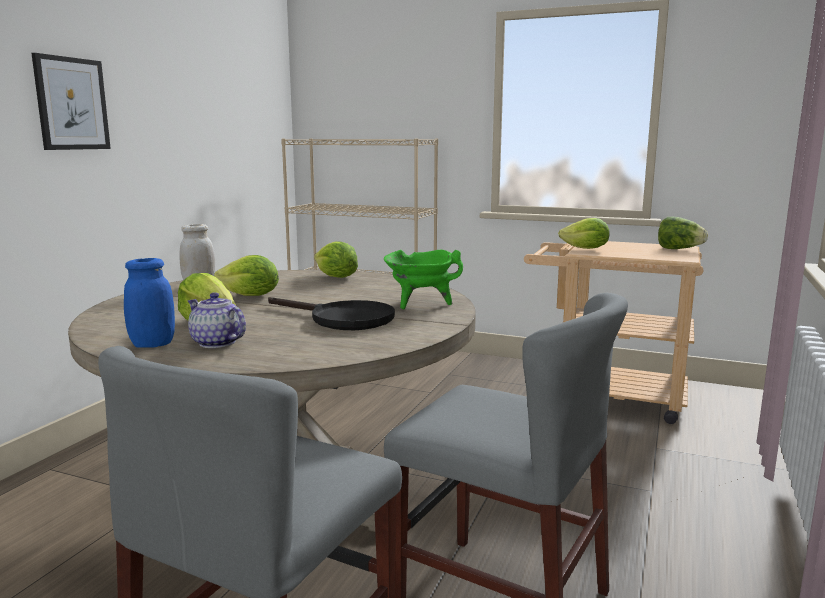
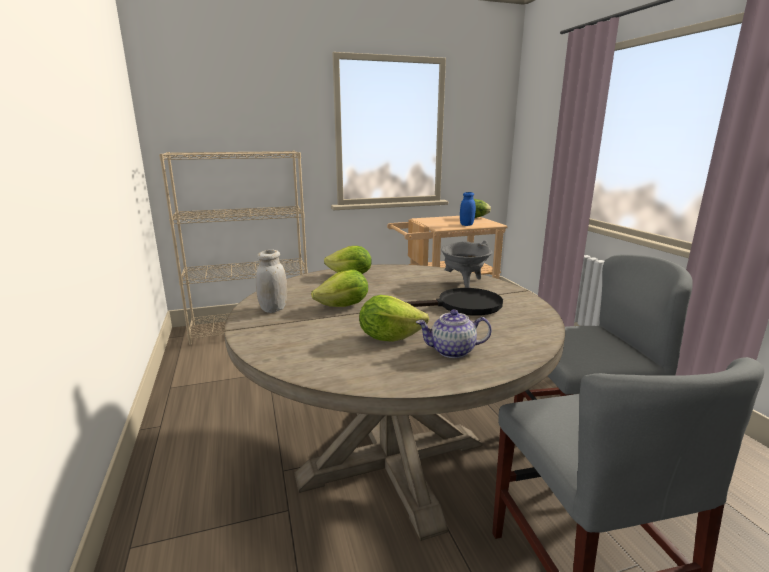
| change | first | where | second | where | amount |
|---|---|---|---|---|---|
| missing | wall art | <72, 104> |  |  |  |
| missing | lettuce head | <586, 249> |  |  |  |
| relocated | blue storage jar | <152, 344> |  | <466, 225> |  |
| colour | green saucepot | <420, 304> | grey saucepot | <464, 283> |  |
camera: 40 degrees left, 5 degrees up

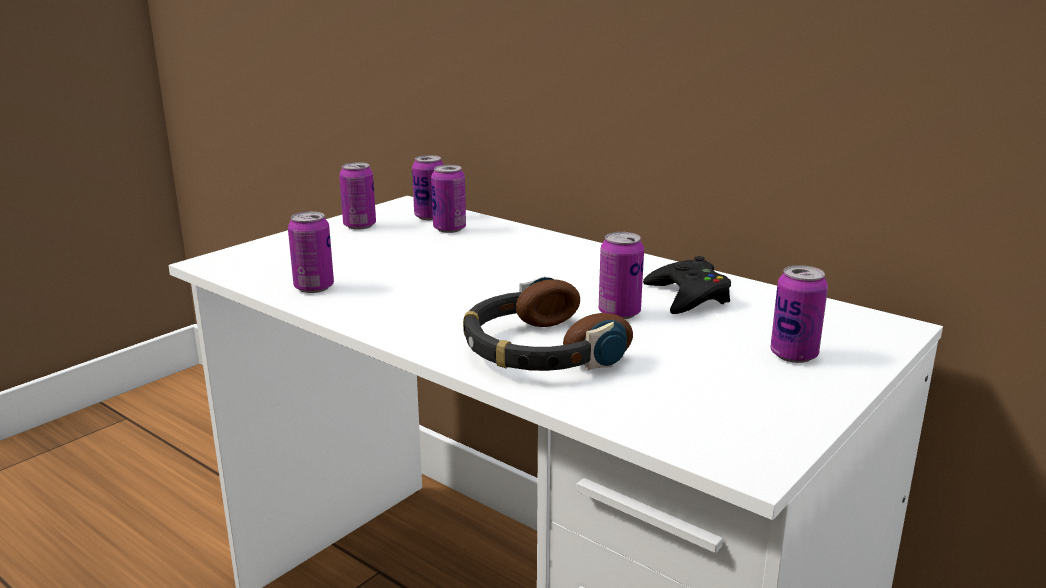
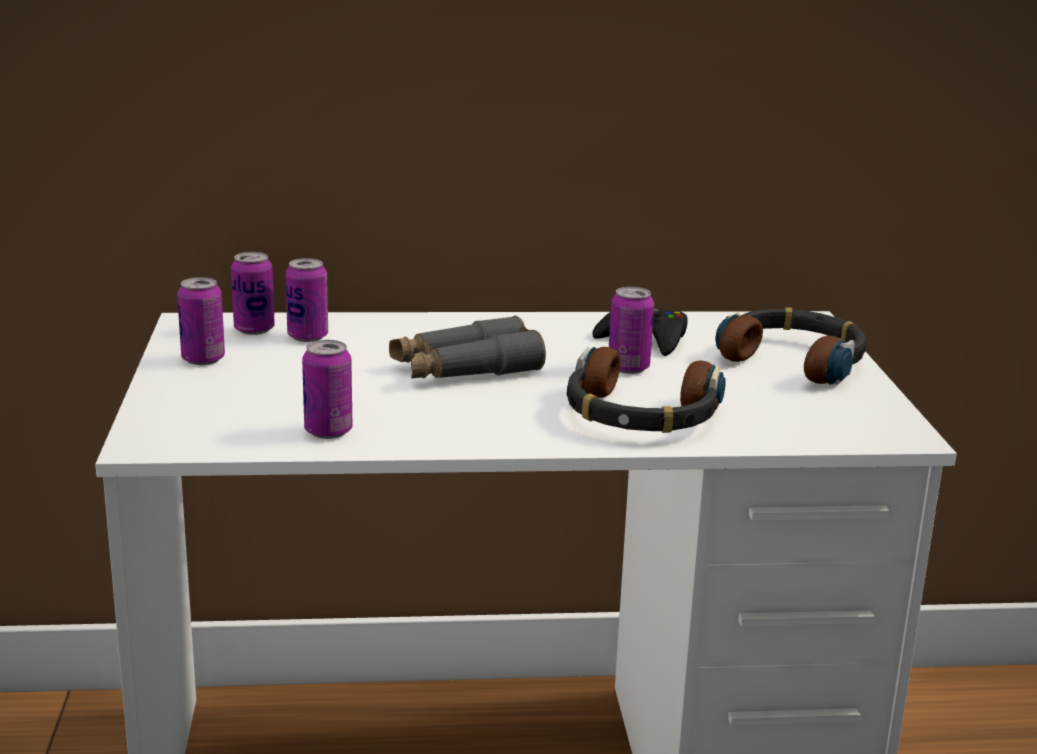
| change | first | where | second | where | amount |
|---|---|---|---|---|---|
| appeared |  |  | grey field glasses | <465, 369> |  |
| exchanged | metal can | <793, 355> | headphones | <794, 360> |  |
camera: 45 degrees left, 0 degrees up

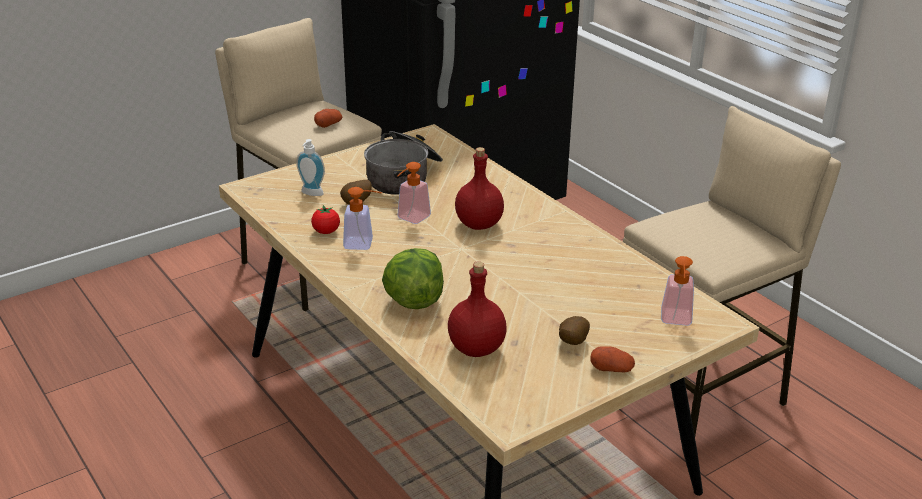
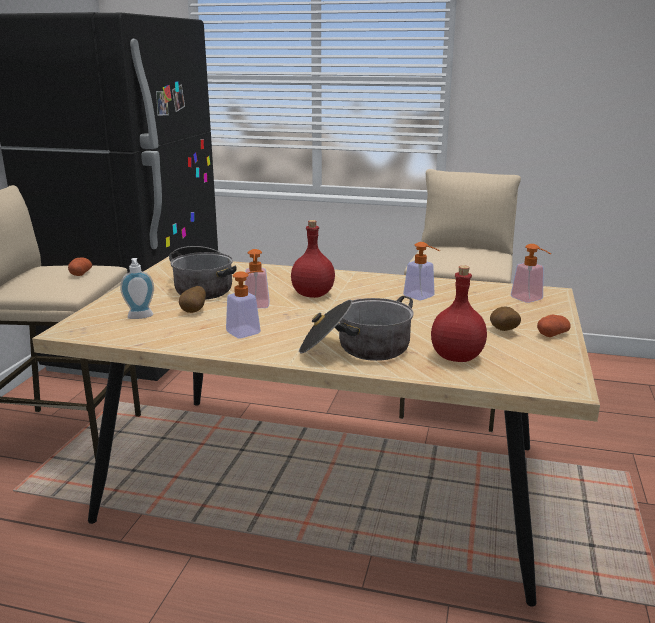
| change | first | where | second | where | amount |
|---|---|---|---|---|---|
| missing | fresh tomato | <326, 231> |  |  |  |
| appeared |  |  | liquid soap bottle | <422, 297> |  |
| exchanged | lettuce head | <414, 300> | saucepot | <356, 349> |  |
camera: 40 degrees left, 10 degrees down

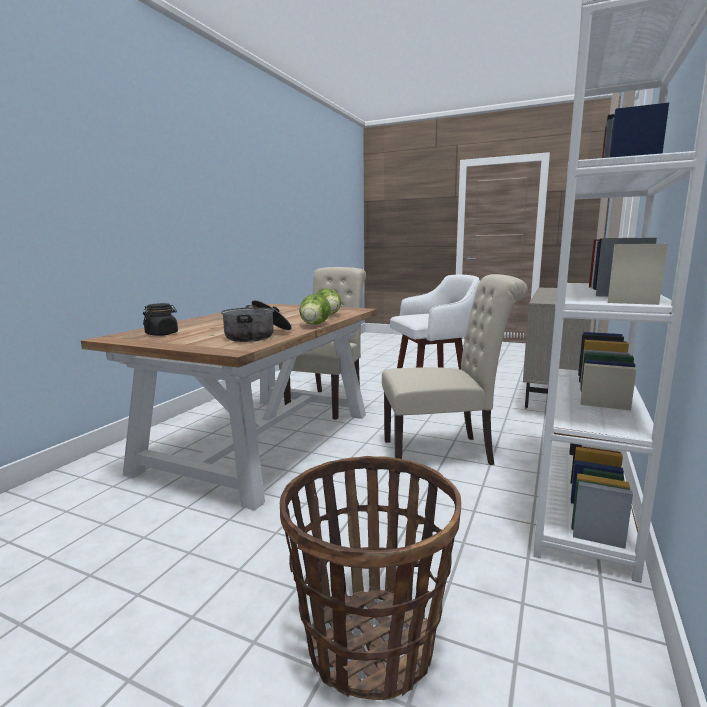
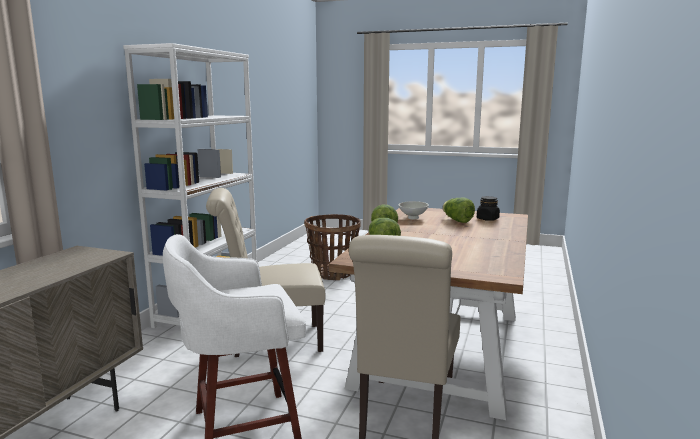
| change | first | where | second | where | amount |
|---|---|---|---|---|---|
| appeared |  |  | lettuce head | <457, 220> |  |
| exchanged | saucepot | <258, 335> | whitish bowl | <413, 218> |  |
camera: 175 degrees right, 0 degrees up

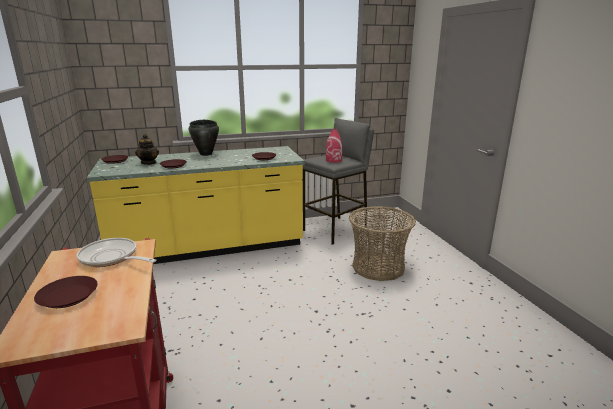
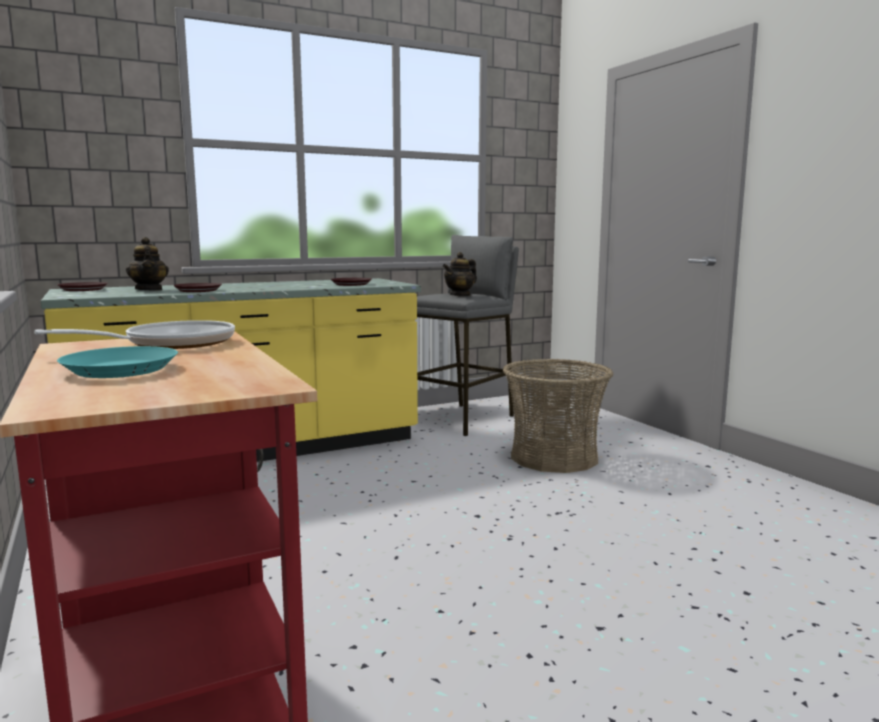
| change | first | where | second | where | amount |
|---|---|---|---|---|---|
| missing | blackish saucepot | <206, 154> |  |  |  |
| exchanged | reddish vase | <334, 160> | pot for tea | <460, 295> |  |
| colour | brown-coloured flat dish | <68, 296> | blue-green flat dish | <120, 370> |  |
| spun | skillet | <112, 258> |  | <171, 344> | 120 degrees clockwise |
camera: 10 degrees left, 10 degrees down

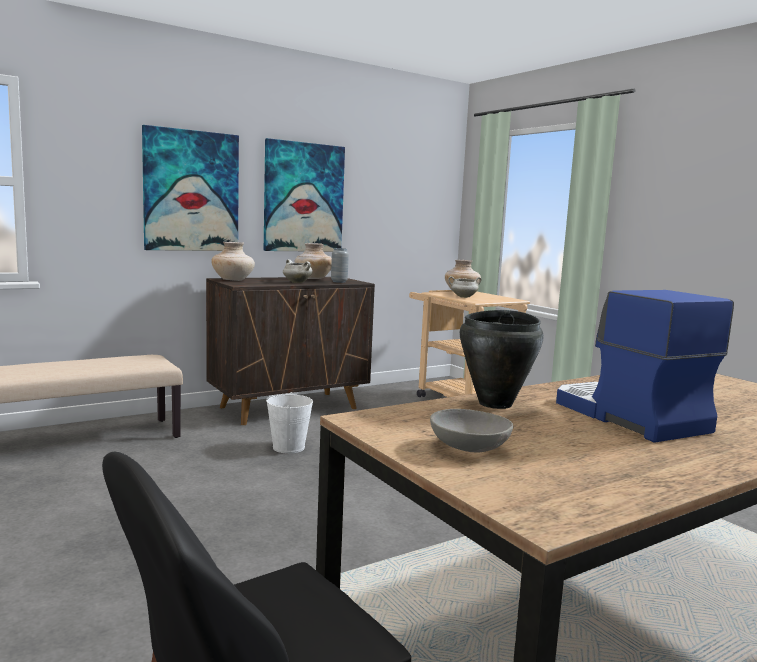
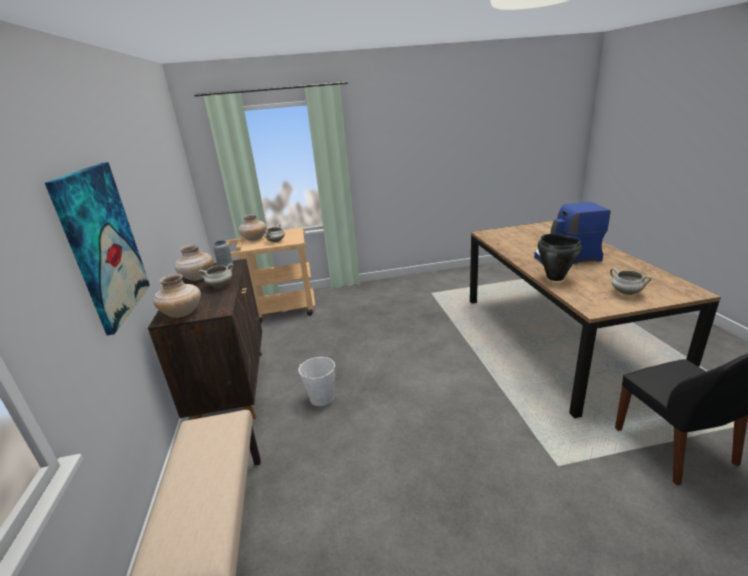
| change | first | where | second | where | amount |
|---|---|---|---|---|---|
| missing | wall art | <303, 197> |  |  |  |
| exchanged | grey bowl | <468, 448> | whitish saucepot | <625, 292> |  |
camera: 65 degrees left, 15 degrees up

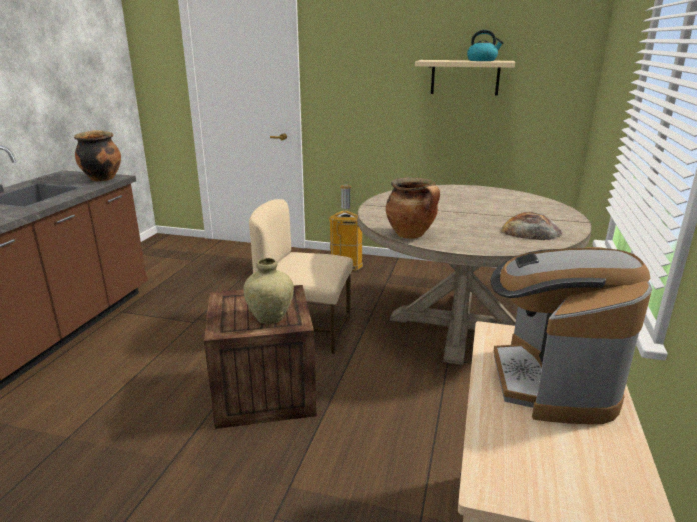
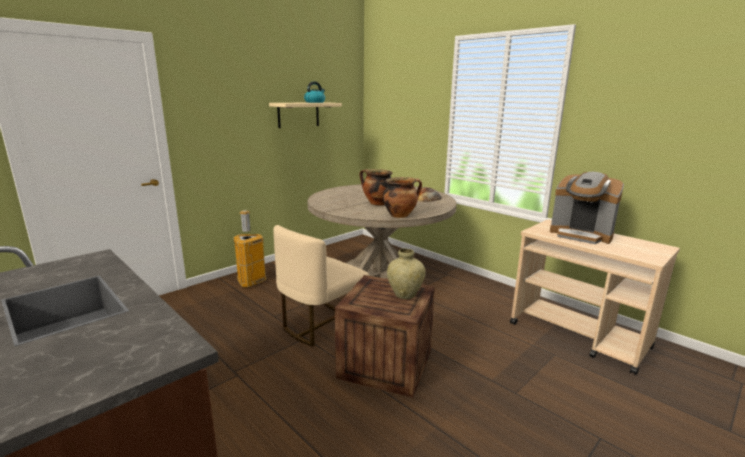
| change | first | where | second | where | amount |
|---|---|---|---|---|---|
| relocated | saucepot | <102, 178> |  | <377, 203> |  |
camera: 60 degrees left, 5 degrees down

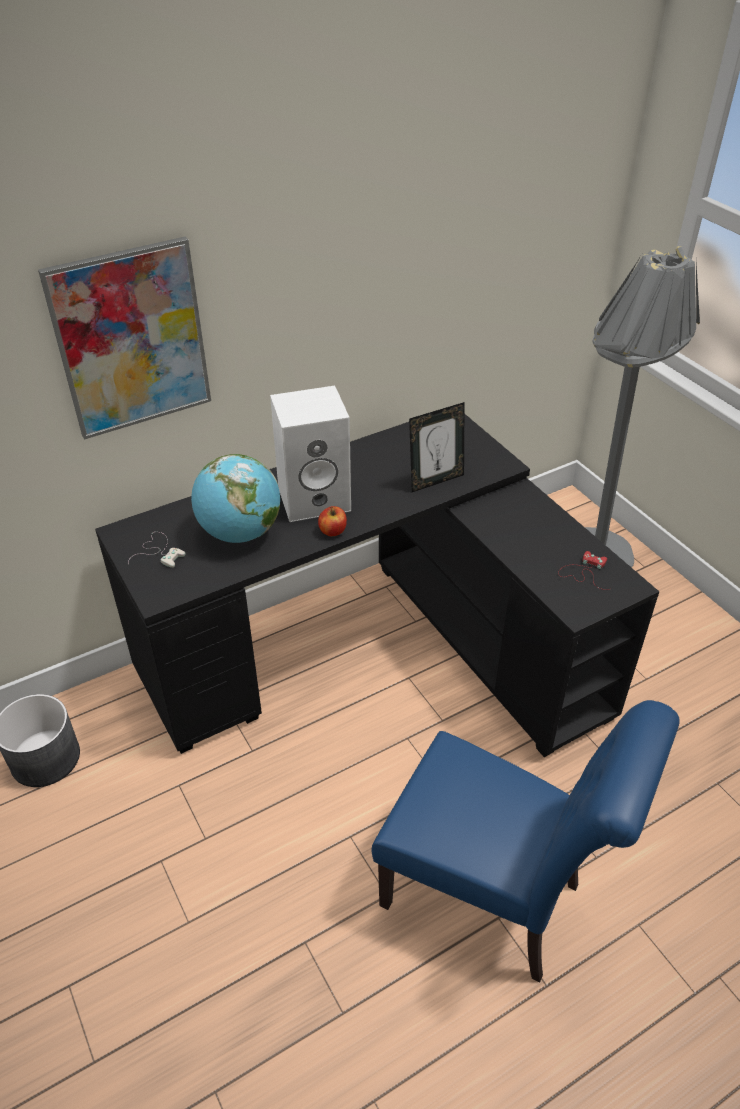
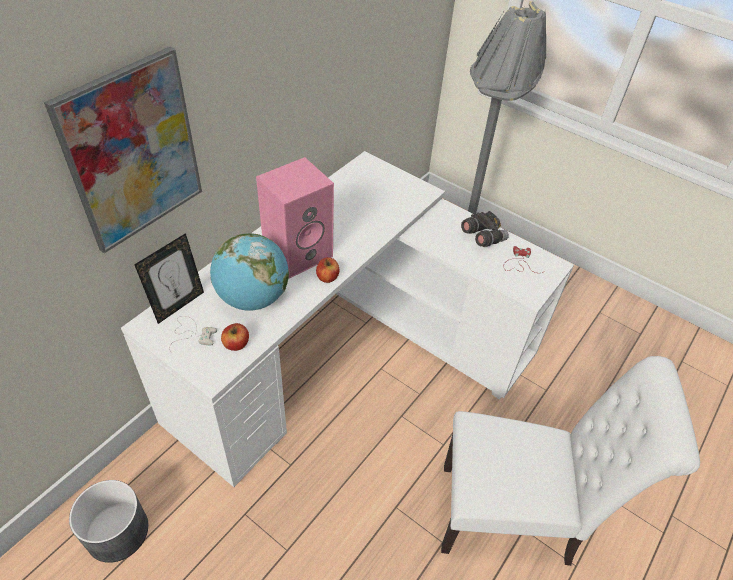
| change | first | where | second | where | amount |
|---|---|---|---|---|---|
| appeared |  |  | apple fruit | <236, 344> |  |
| appeared |  |  | grey field glasses | <482, 238> |  |
| relocated | picture frame | <435, 480> |  | <178, 305> |  |
| colour | blackish desk unit | <379, 648> | whitish desk unit | <349, 351> |  |
| colour | whitish speaker | <315, 498> | pink-coloured speaker | <298, 252> |  |
| colour | blue plain chair | <493, 899> | whitish plain chair | <514, 516> |  |
camera: 25 degrees left, 5 degrees up

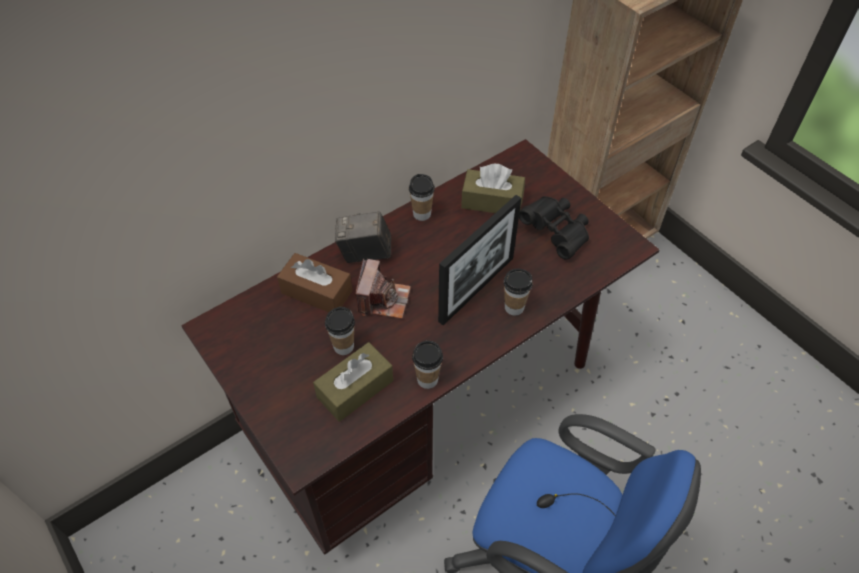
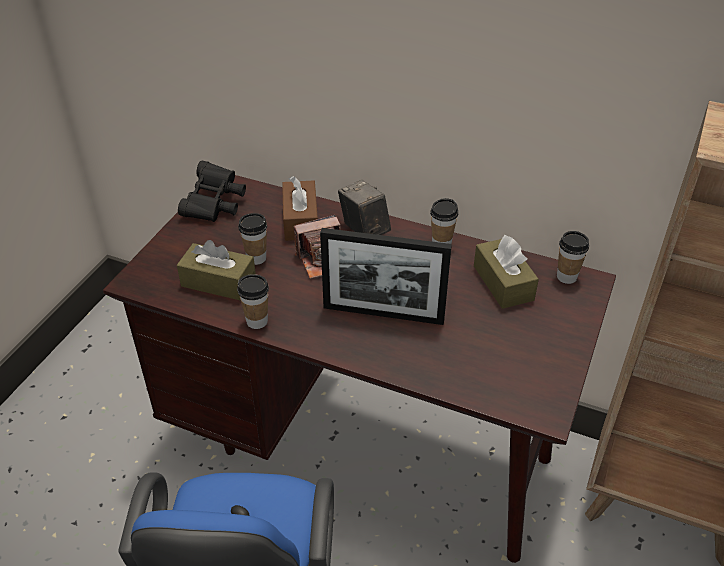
| change | first | where | second | where | amount |
|---|---|---|---|---|---|
| relocated | drinking cup | <514, 307> |  | <566, 277> |  |
| relocated | blackish field glasses | <556, 233> |  | <214, 204> |  |
camera: 60 degrees right, 10 degrees down

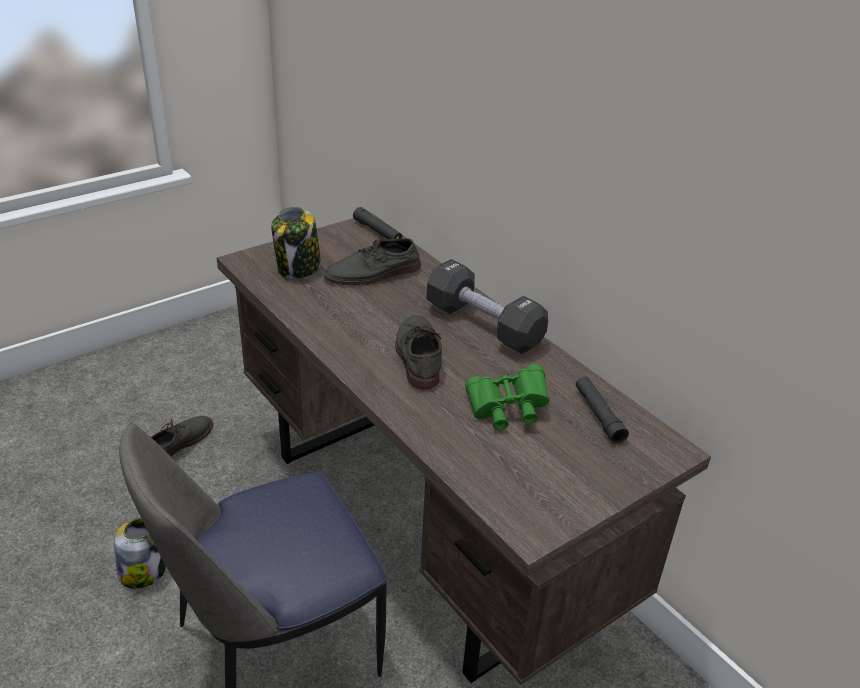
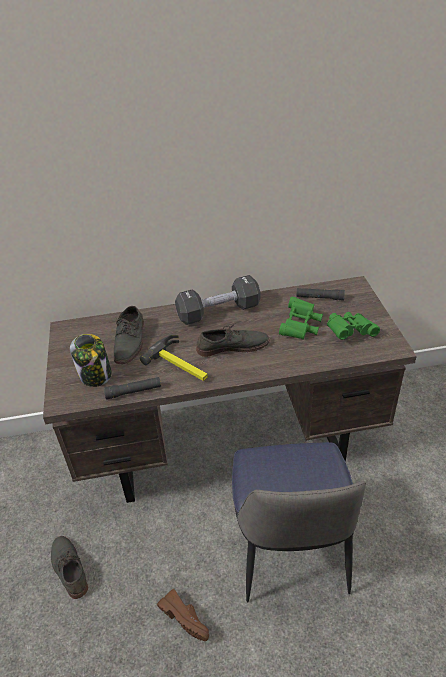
| change | first | where | second | where | amount |
|---|---|---|---|---|---|
| appeared |  |  | hand hammer | <181, 364> |  |
| appeared |  |  | green field glasses | <349, 332> |  |
| relocated | blackish hand torch | <377, 232> |  | <133, 391> |  |
| exchanged | storage jar | <143, 571> | brown-coloured low shoe | <187, 618> |  |
| spun | grey low shoe | <417, 355> |  | <232, 346> | 150 degrees clockwise |
camera: 60 degrees left, 5 degrees up

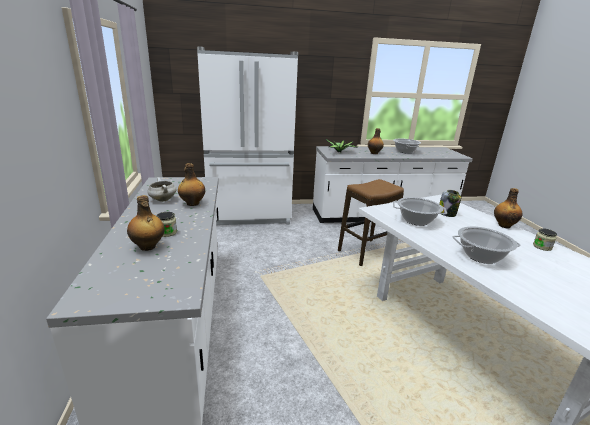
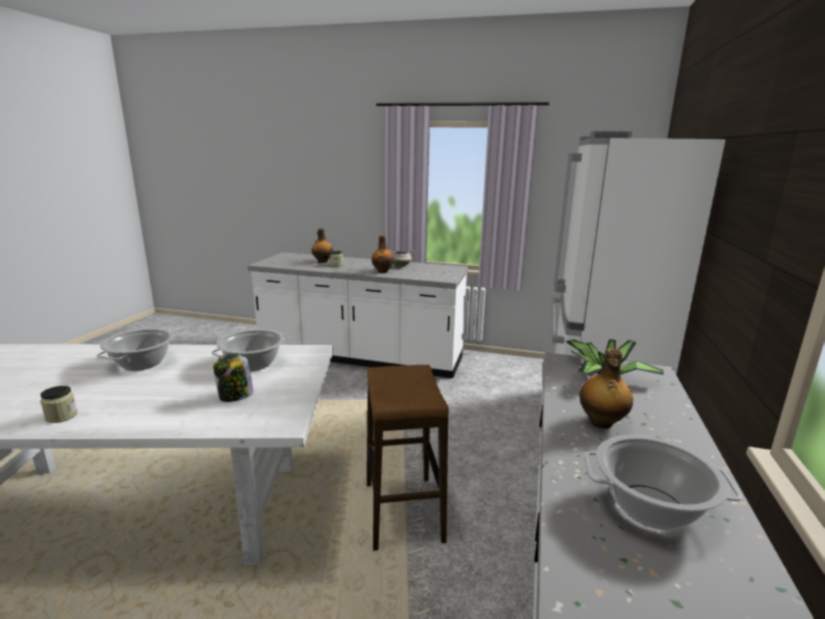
| change | first | where | second | where | amount |
|---|---|---|---|---|---|
| missing | beverage bottle | <504, 225> |  |  |  |
camera: 115 degrees right, 5 degrees down

